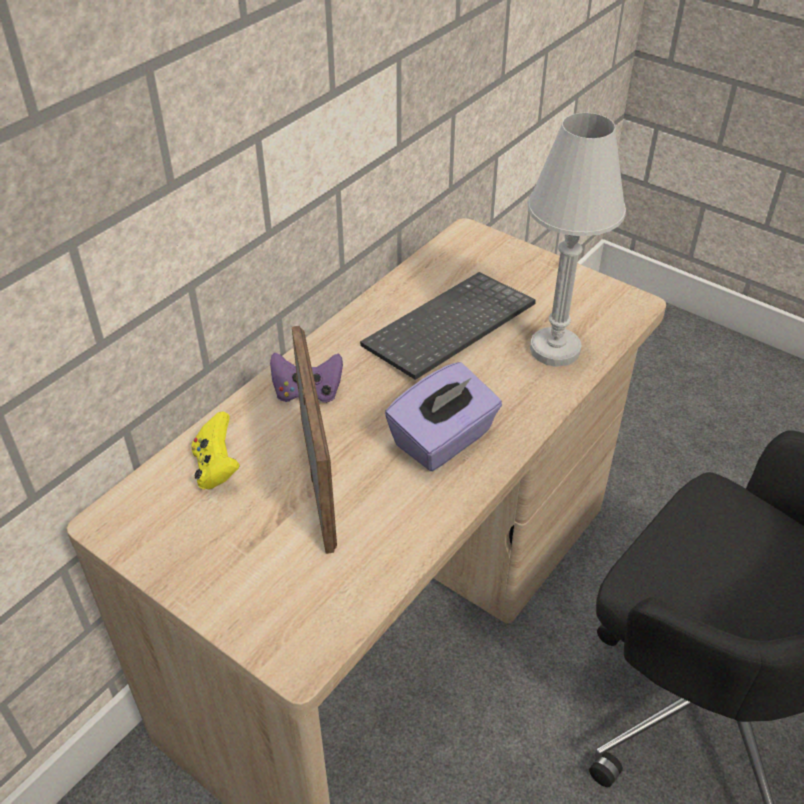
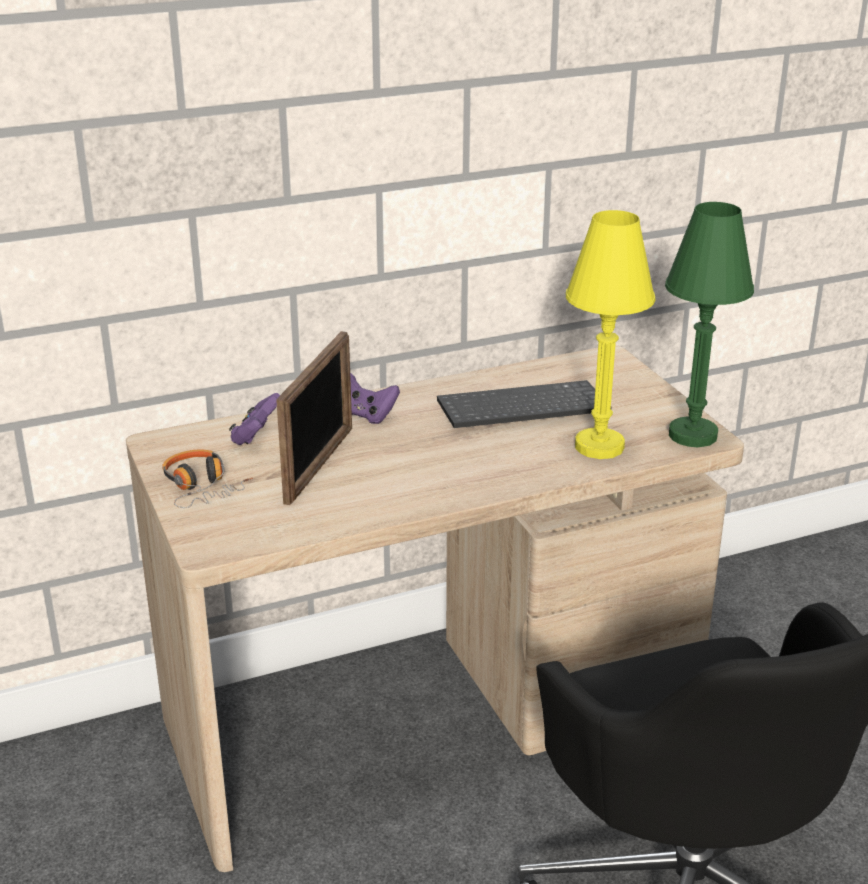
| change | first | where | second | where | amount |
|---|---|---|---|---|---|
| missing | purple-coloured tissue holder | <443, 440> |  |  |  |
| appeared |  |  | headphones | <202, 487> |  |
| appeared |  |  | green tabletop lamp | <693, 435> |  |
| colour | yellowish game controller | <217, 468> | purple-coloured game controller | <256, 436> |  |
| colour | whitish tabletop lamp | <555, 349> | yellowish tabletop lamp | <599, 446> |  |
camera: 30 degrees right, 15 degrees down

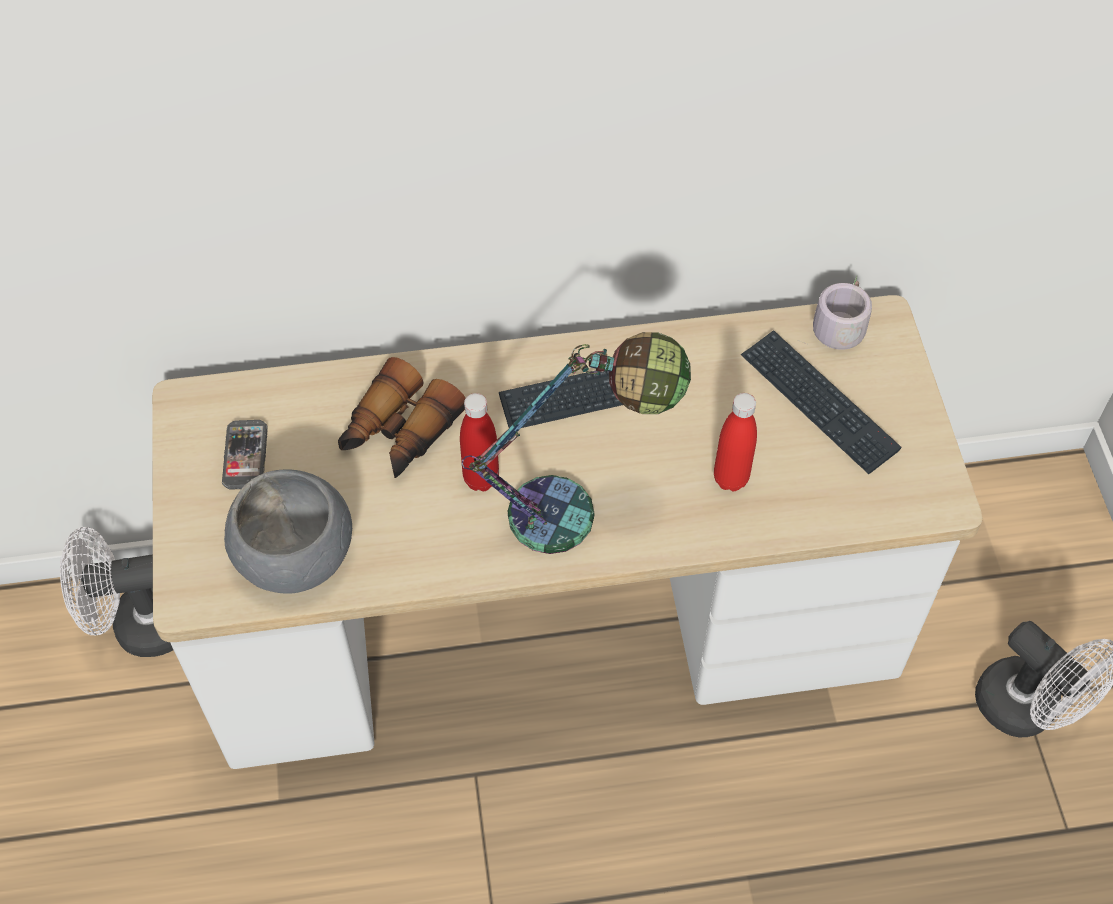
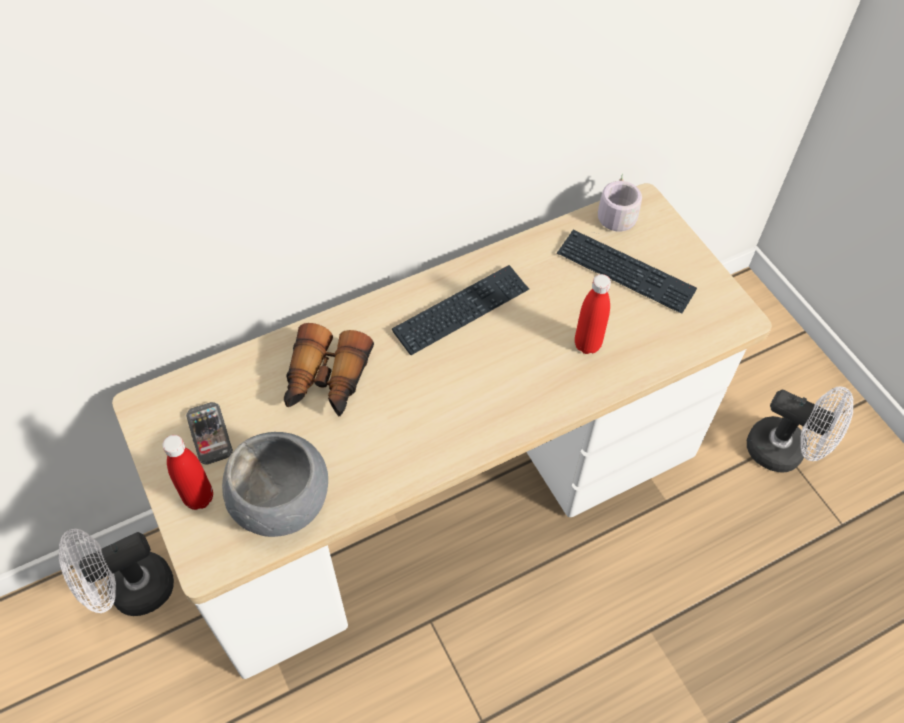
| change | first | where | second | where | amount |
|---|---|---|---|---|---|
| missing | tabletop lamp | <578, 516> |  |  |  |
| relocated | reddish beverage bottle | <481, 479> |  | <199, 498> |  |
camera: 20 degrees left, 0 degrees up

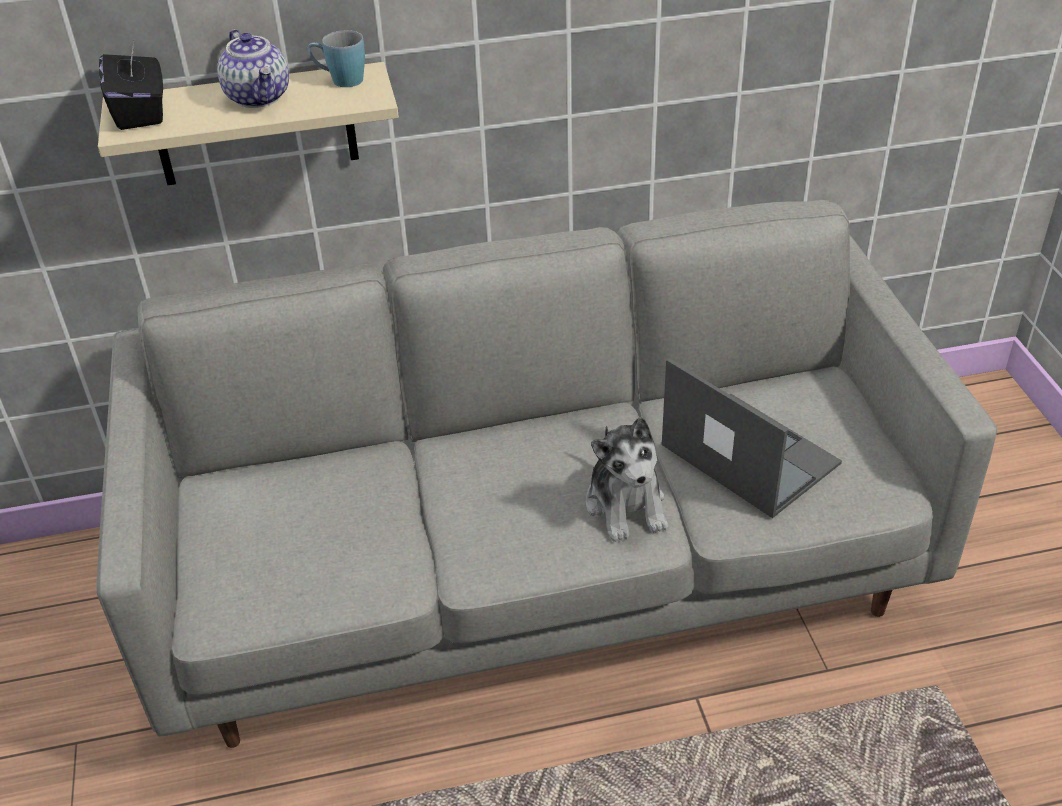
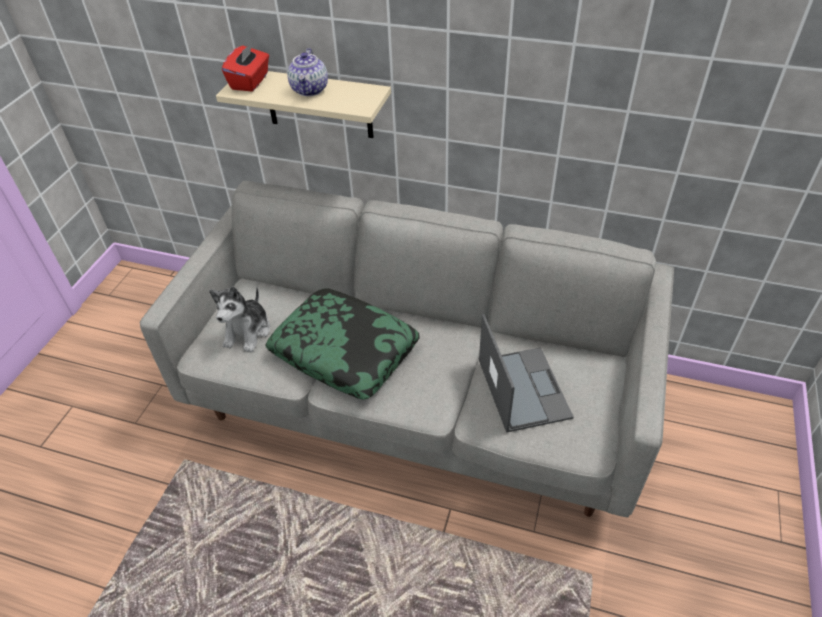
| change | first | where | second | where | amount |
|---|---|---|---|---|---|
| missing | blue tea mug | <340, 80> |  |  |  |
| appeared |  |  | pillow | <345, 351> |  |
| relocated | cuddly toy | <626, 505> |  | <248, 332> |  |
| colour | blackish tissue holder | <141, 112> | reddish tissue holder | <250, 82> |  |
camera: 30 degrees right, 5 degrees up

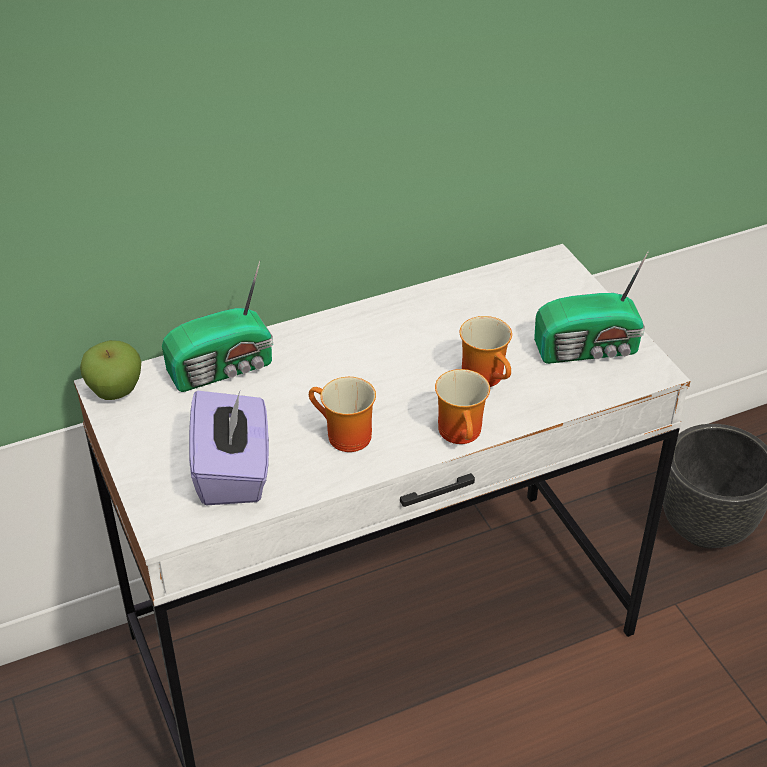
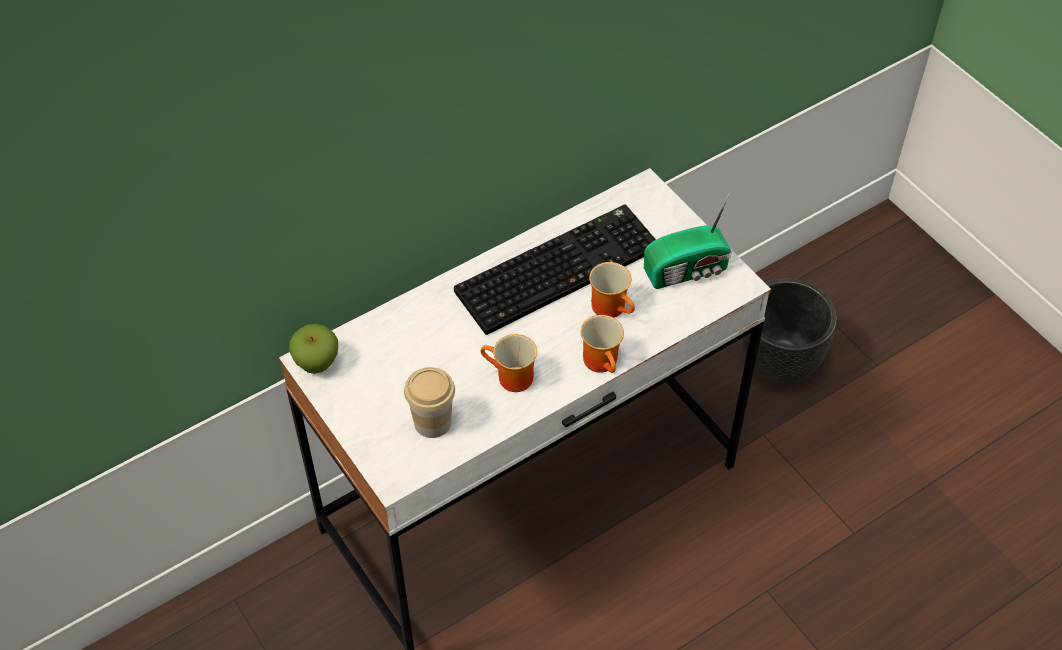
| change | first | where | second | where | amount |
|---|---|---|---|---|---|
| missing | radio | <224, 369> |  |  |  |
| appeared |  |  | keyboard | <557, 267> |  |
| exchanged | purple-coloured tissue holder | <233, 471> | drinking cup | <432, 422> |  |
camera: 10 degrees left, 10 degrees up

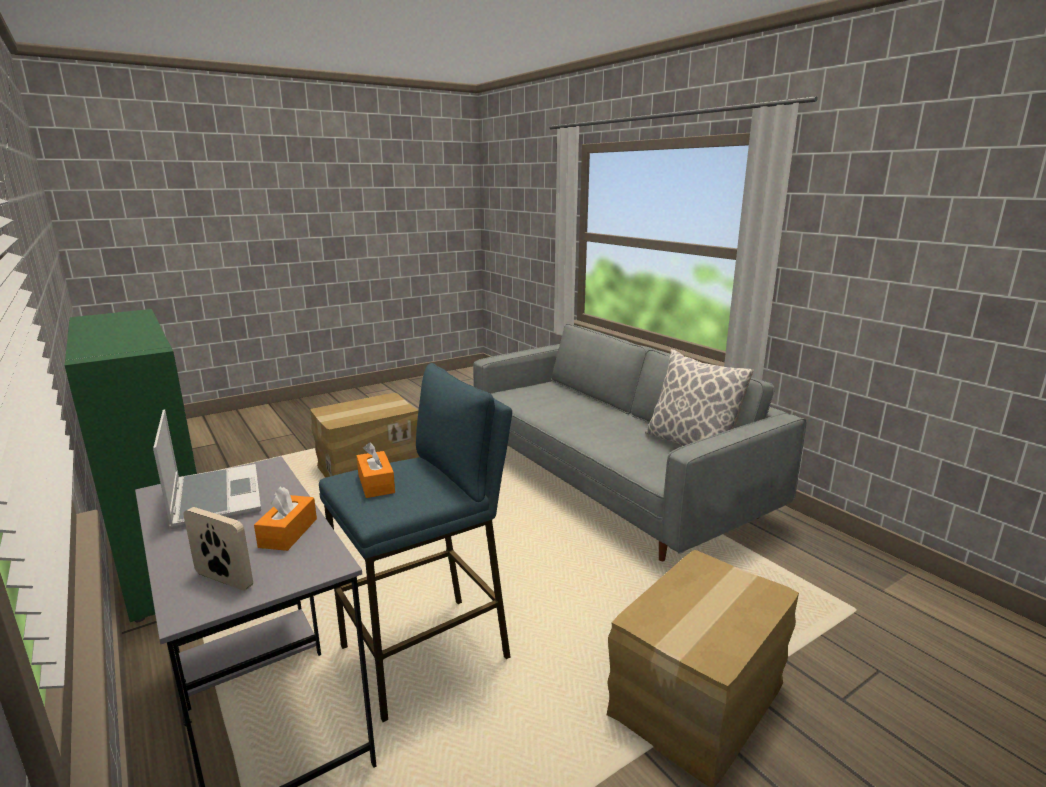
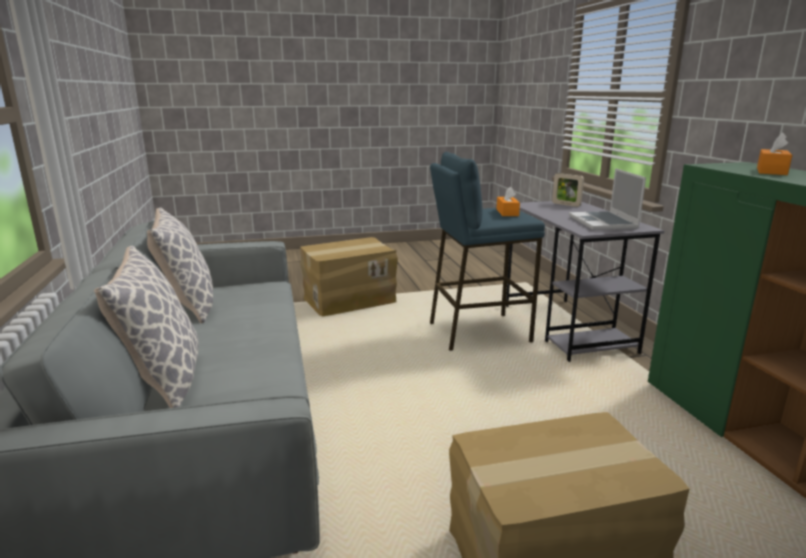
| change | first | where | second | where | amount |
|---|---|---|---|---|---|
| appeared |  |  | pillow | <163, 379> |  |
| relocated | orange tissue holder | <288, 533> |  | <771, 171> |  |
camera: 160 degrees left, 0 degrees up

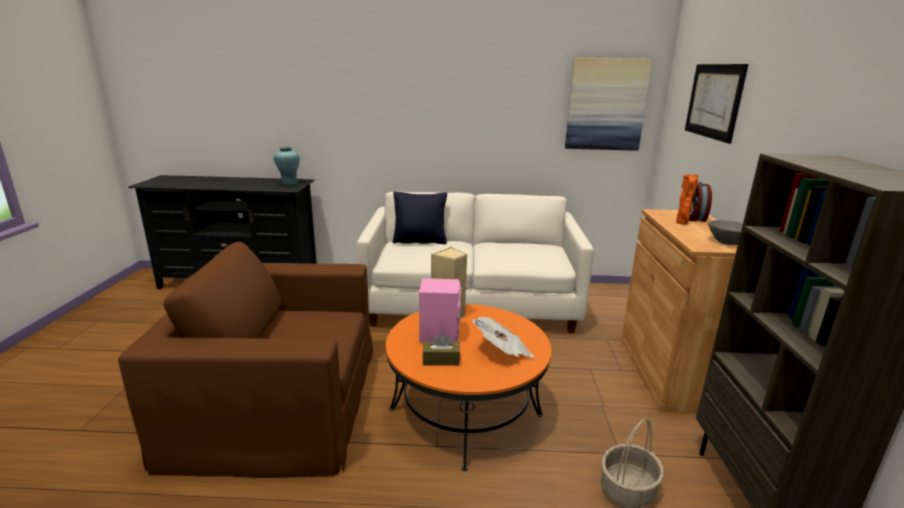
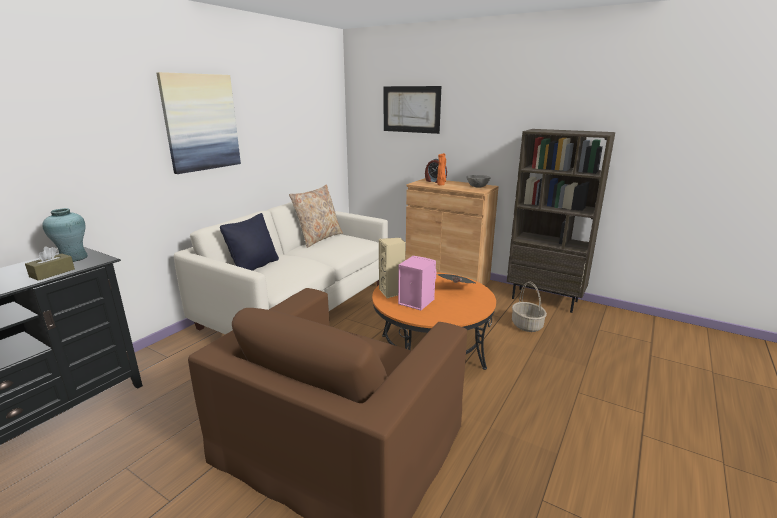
| change | first | where | second | where | amount |
|---|---|---|---|---|---|
| appeared |  |  | beige pillow | <318, 238> |  |
| relocated | brown-coloured tissue holder | <441, 360> |  | <52, 273> |  |
| relocated | wall art | <606, 105> |  | <201, 122> |  |
camera: 60 degrees left, 0 degrees up

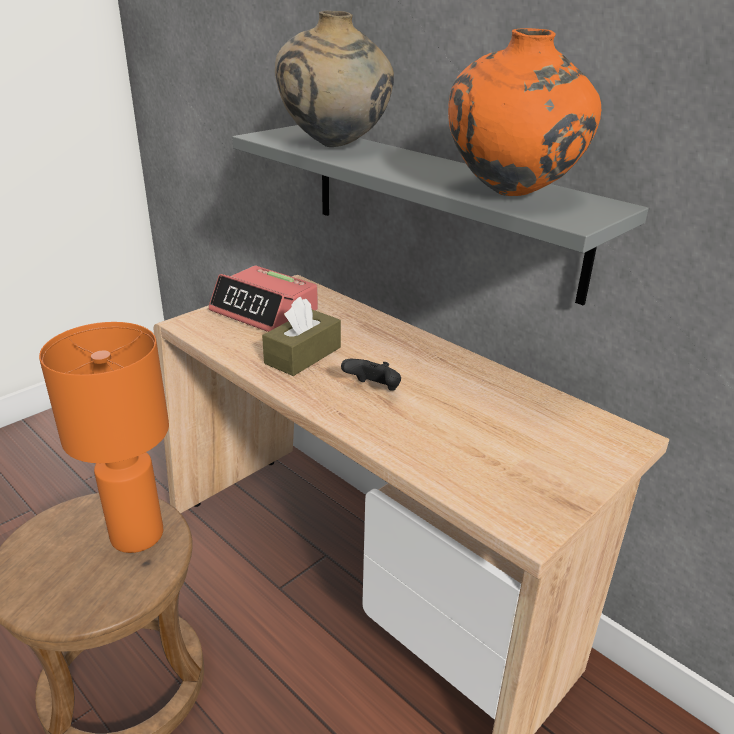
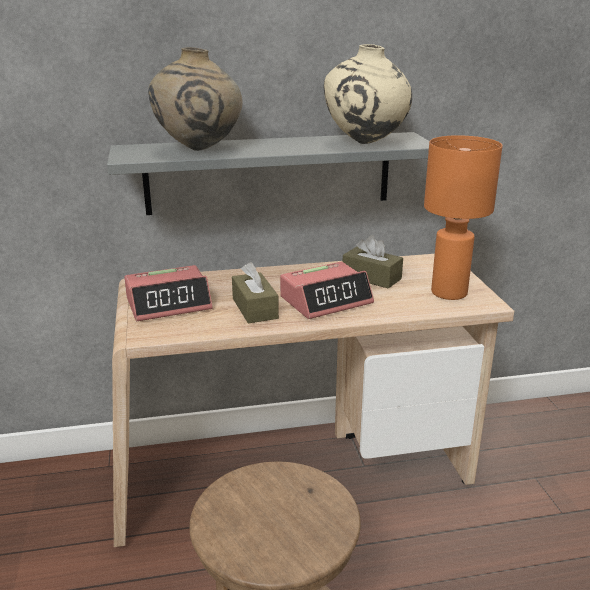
| change | first | where | second | where | amount |
|---|---|---|---|---|---|
| appeared |  |  | brown-coloured tissue holder | <371, 277> |  |
| relocated | orange tabletop lamp | <135, 535> |  | <448, 293> |  |
| exchanged | blackish game controller | <373, 390> | bedside clock | <326, 300> |  |
| colour | orange vase | <512, 195> | beige vase | <366, 143> |  |
camera: 55 degrees left, 5 degrees down

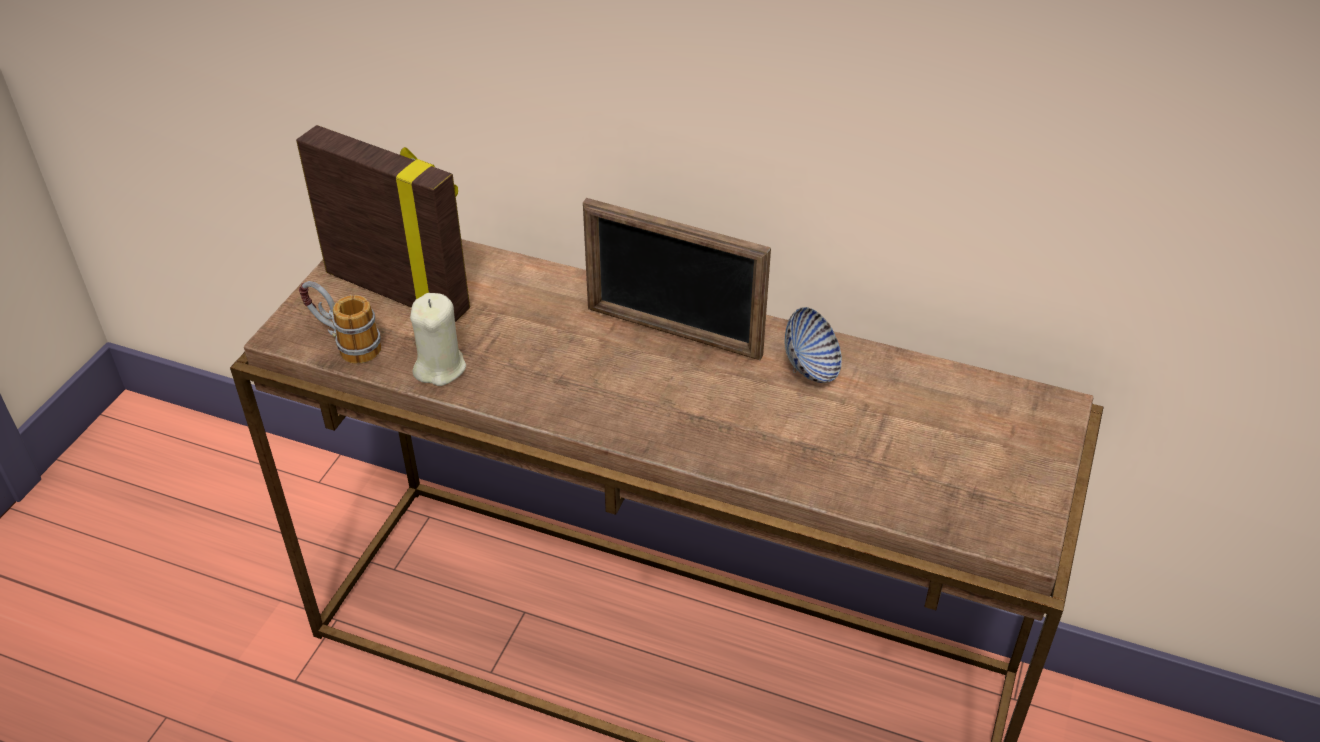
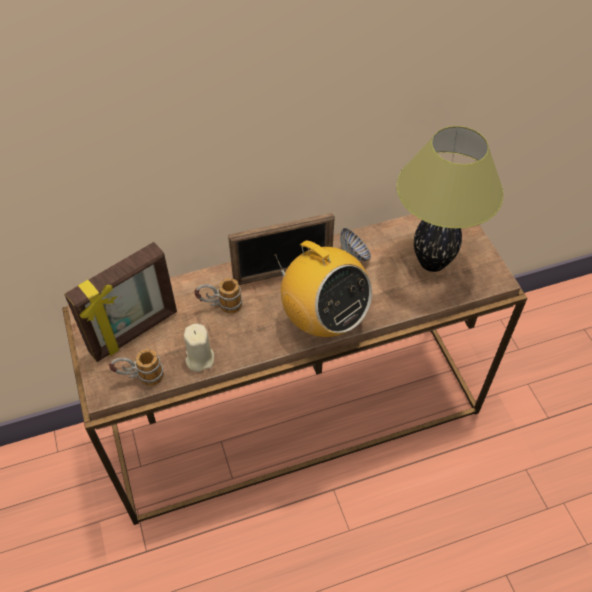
| change | first | where | second | where | amount |
|---|---|---|---|---|---|
| appeared |  |  | tea mug | <220, 306> |  |
| appeared |  |  | radio | <323, 319> |  |
| appeared |  |  | tabletop lamp | <431, 262> |  |
| spun | picture frame | <399, 290> |  | <134, 333> | 150 degrees clockwise |
camera: 40 degrees left, 10 degrees up

